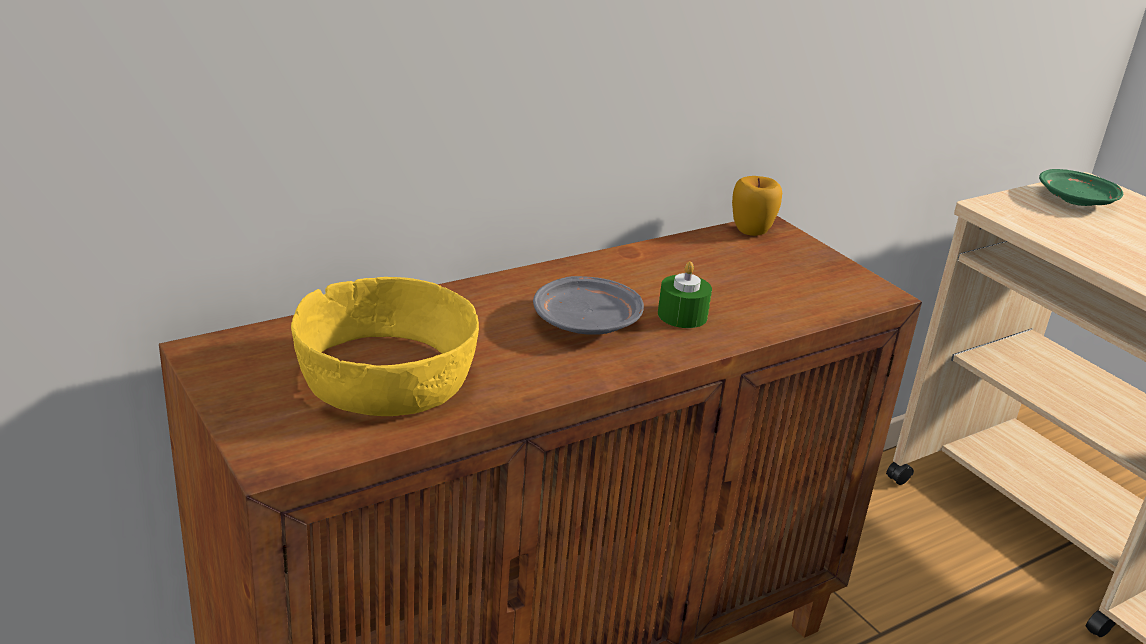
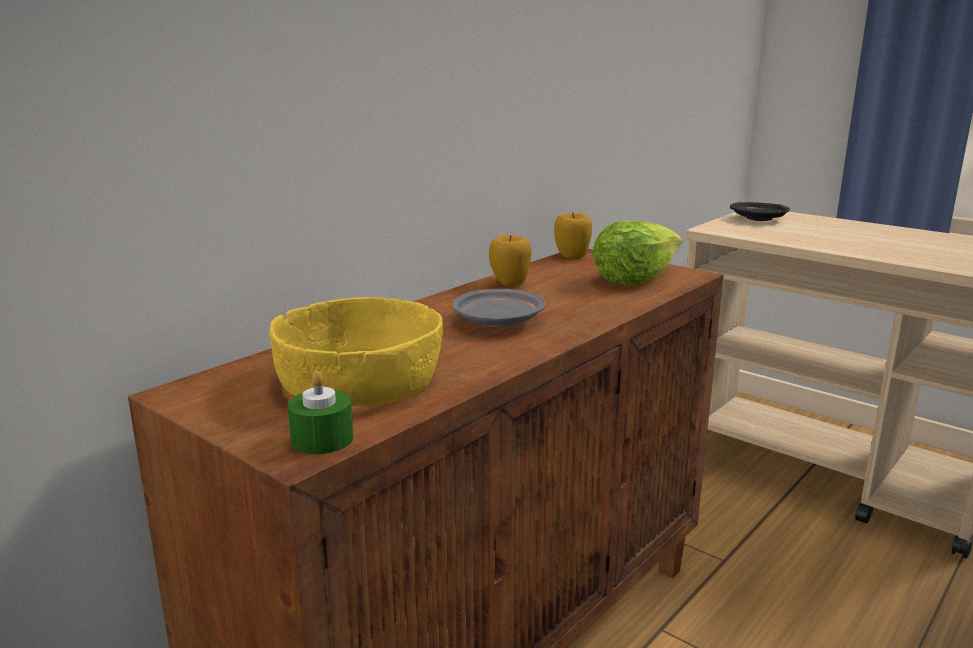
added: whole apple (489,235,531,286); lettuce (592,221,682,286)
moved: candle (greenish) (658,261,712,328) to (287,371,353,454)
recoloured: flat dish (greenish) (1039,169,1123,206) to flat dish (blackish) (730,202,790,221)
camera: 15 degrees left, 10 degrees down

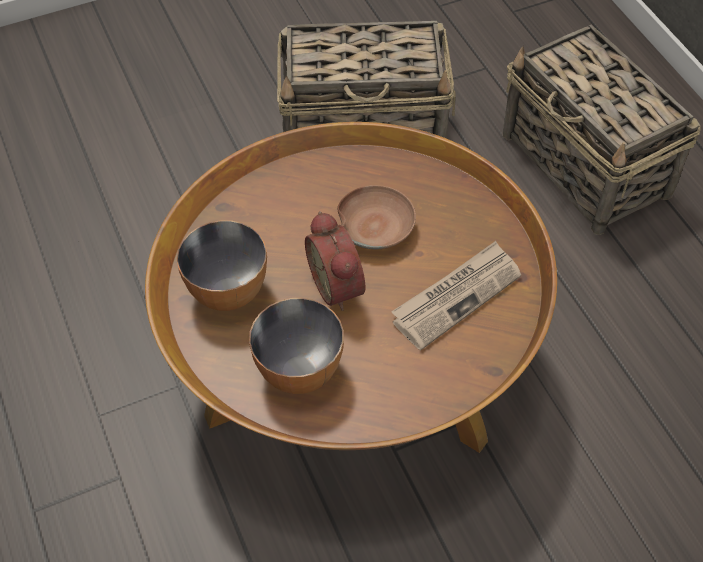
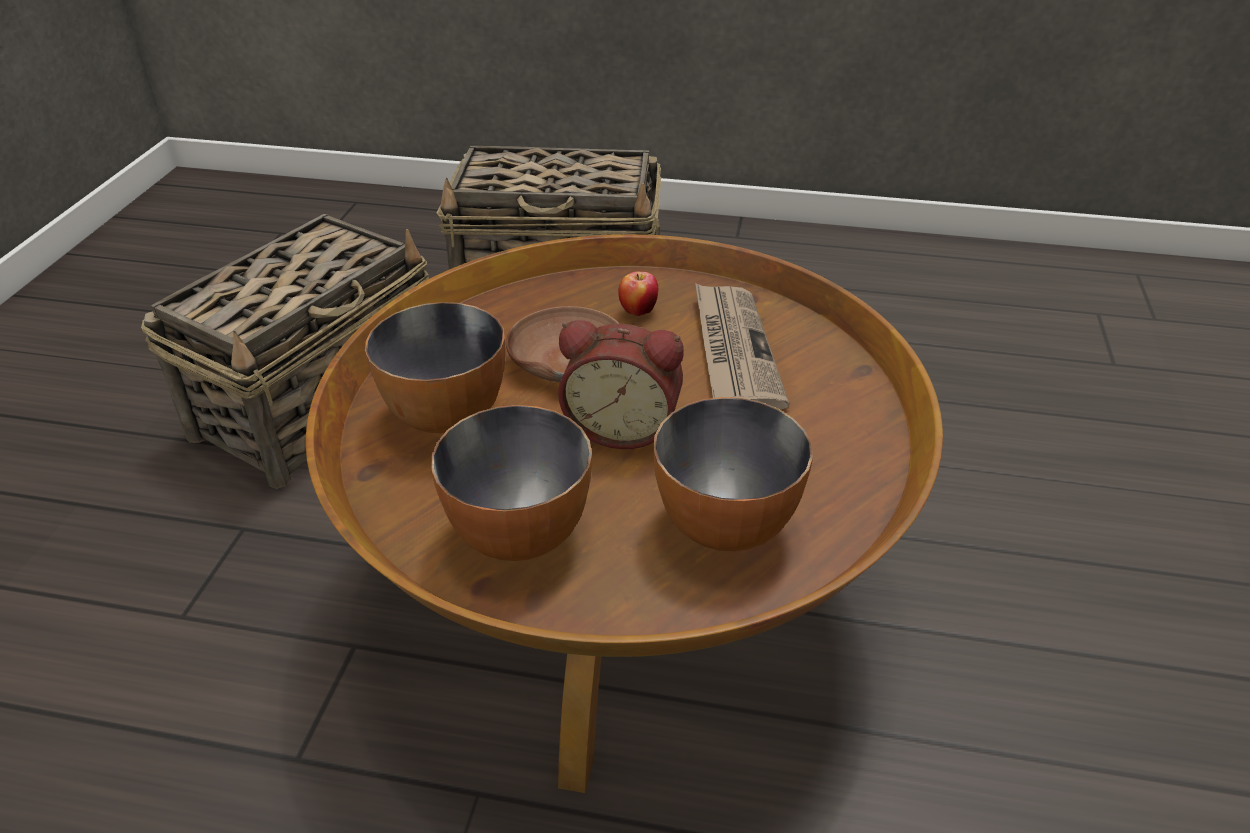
added: serving bowl (365,302,505,433); whole apple (618,271,658,316)
camera: 55 degrees left, 15 degrees down

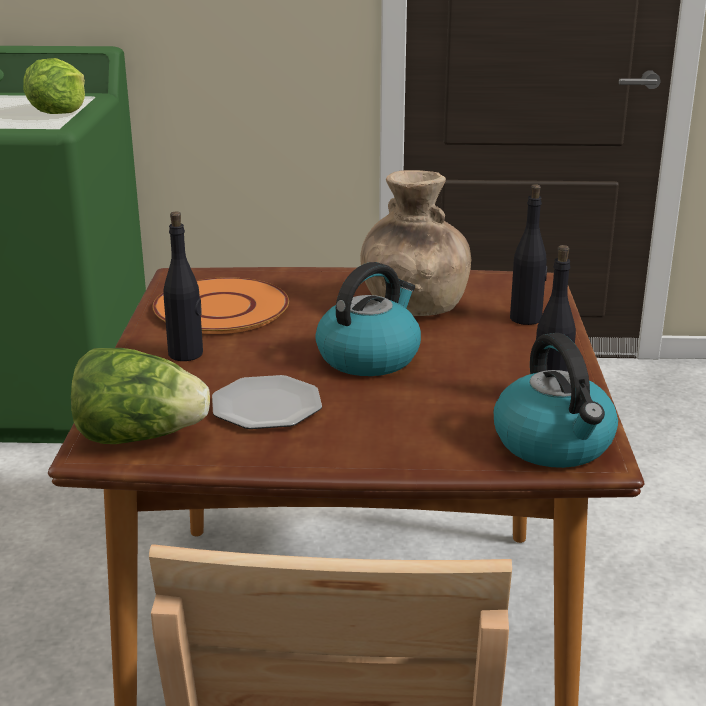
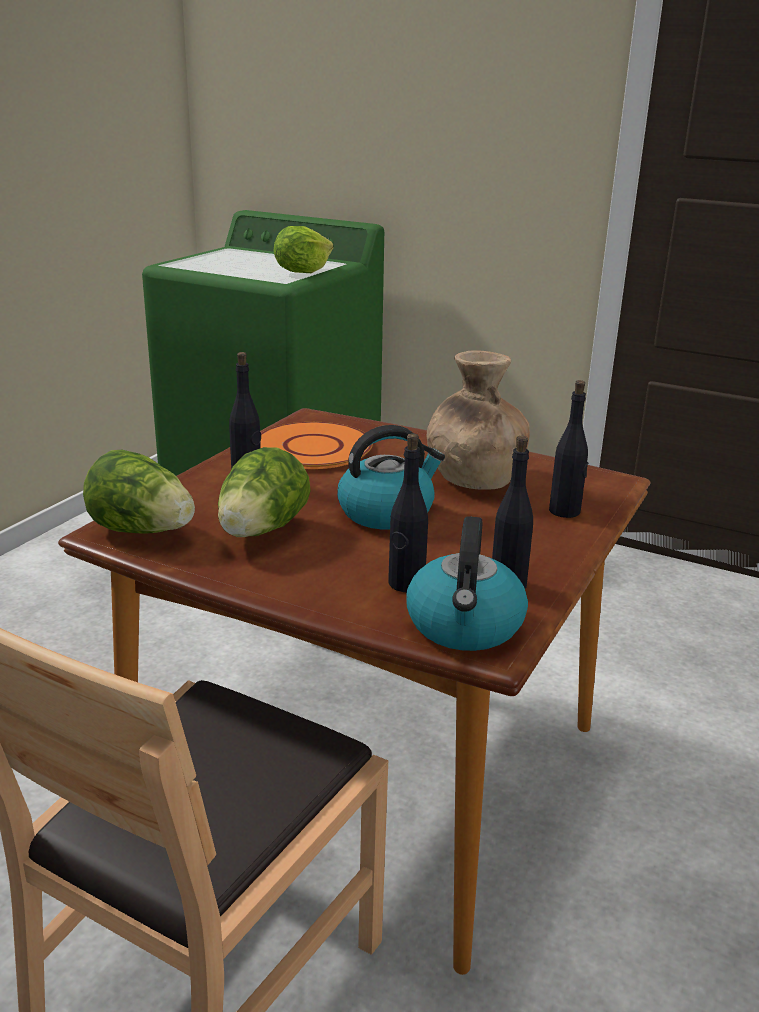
added: beverage bottle (blackish) (388,433,428,592)
replaced: flat dish (212,375,322,429) to lettuce (218,447,311,537)
camera: 25 degrees right, 0 degrees up

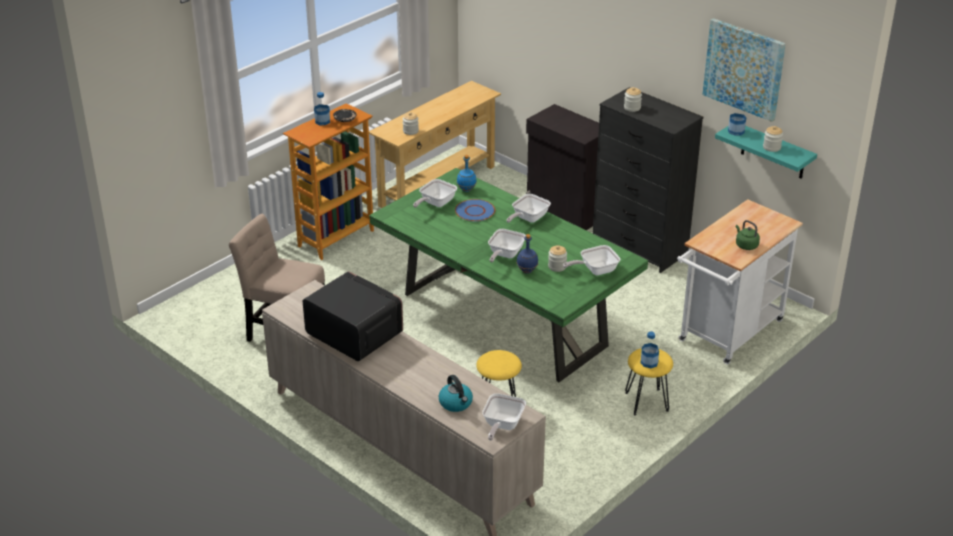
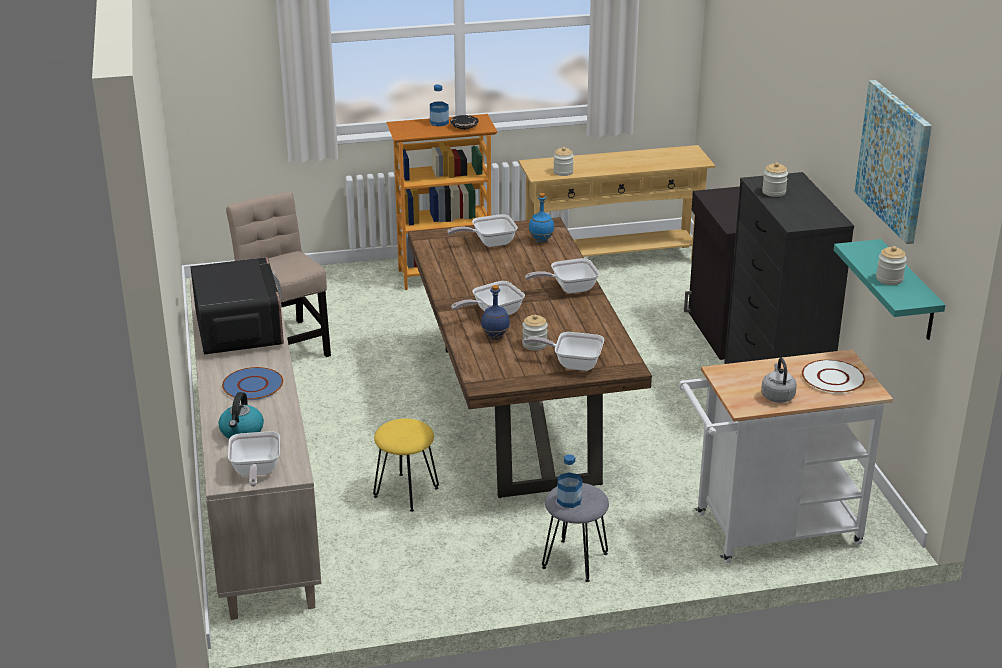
removed: beverage bottle (728,100,746,136)
added: flat dish (white-coloured) (802,359,865,393)
moved: flat dish (bluish) (455,199,495,222) to (222,367,283,400)
recoloured: kitchen table (greenish) (369,168,648,382) to kitchen table (brownish) (408,217,652,498); sitting stool (yellow-coloured) (625,348,673,415) to sitting stool (gray) (542,483,609,582); kettle (greenish) (736,220,760,250) to kettle (gray) (761,358,797,403)
turned: frying pan (482,393,526,441) = (228,431,280,487) 60 degrees counterclockwise
camera: 35 degrees right, 5 degrees down

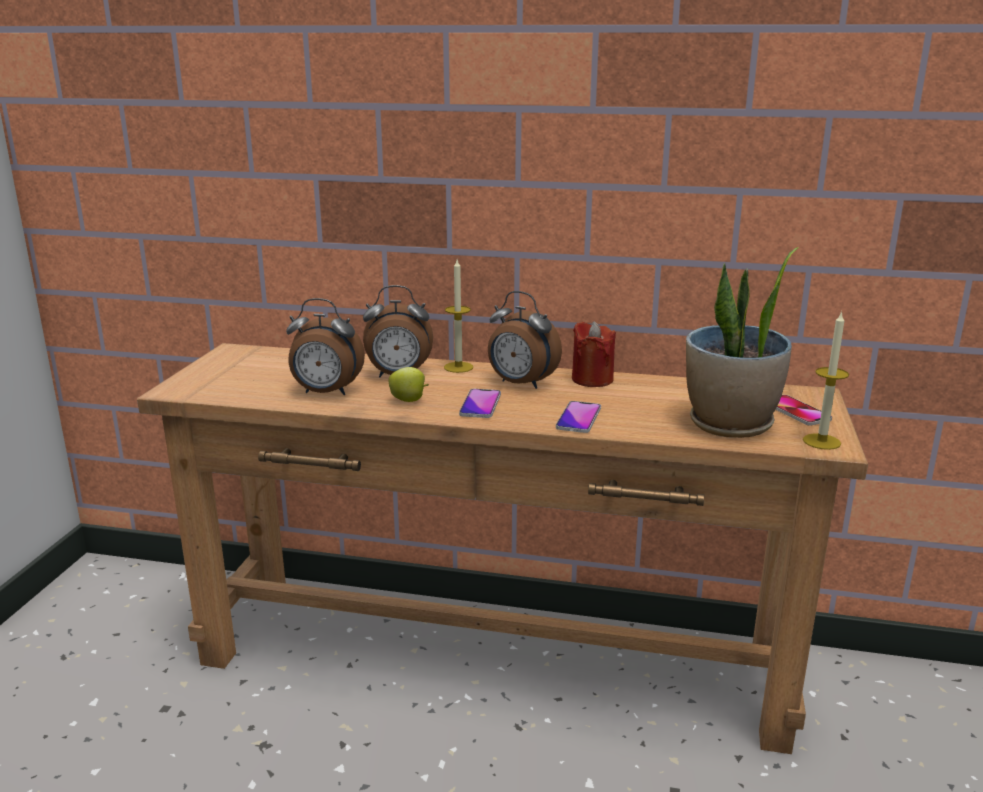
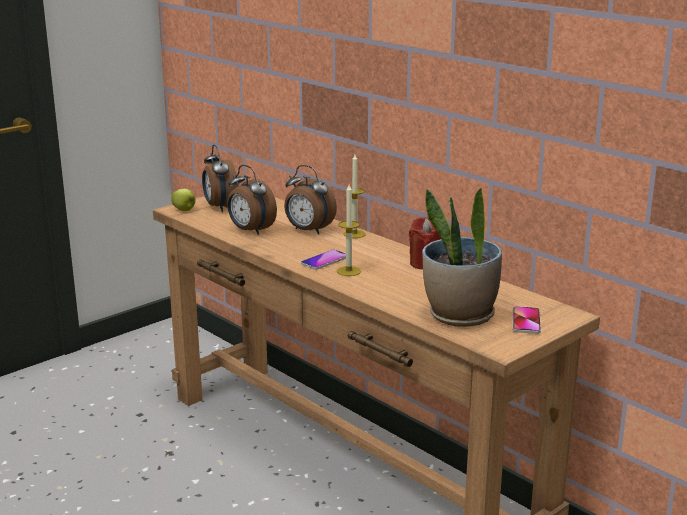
removed: phone (556,401,601,433)
moved: whole apple (388,367,429,402) to (171,189,195,211); bedside clock (488,291,562,389) to (202,145,237,212); candle (803,311,849,450) to (337,184,361,276)
camera: 35 degrees right, 0 degrees up

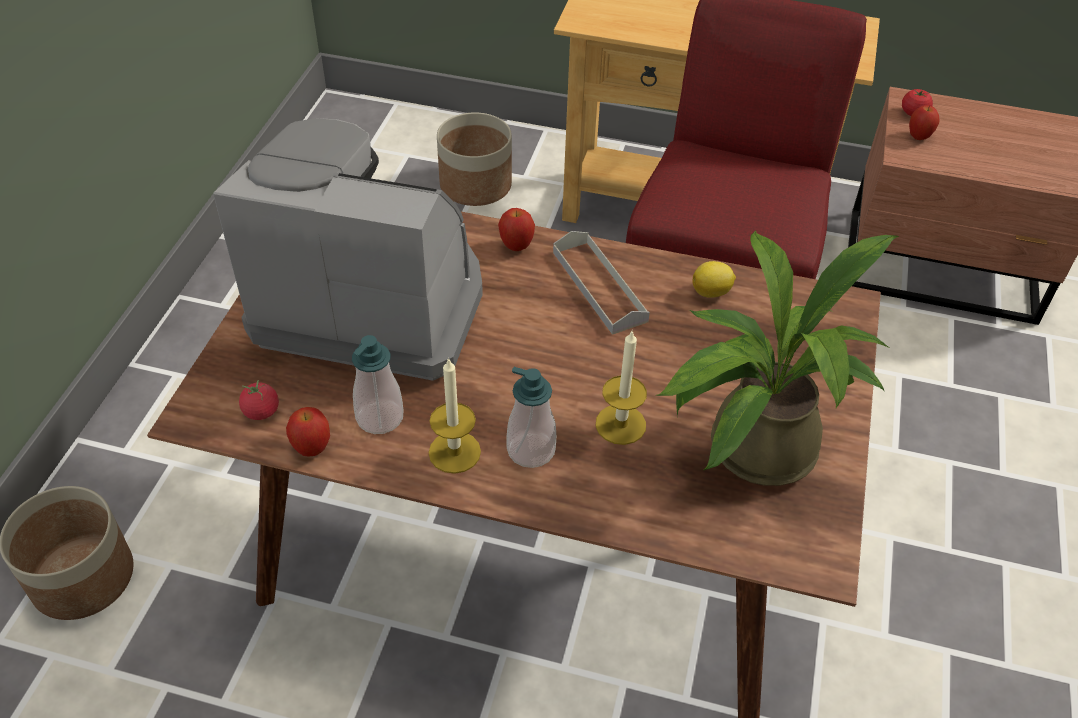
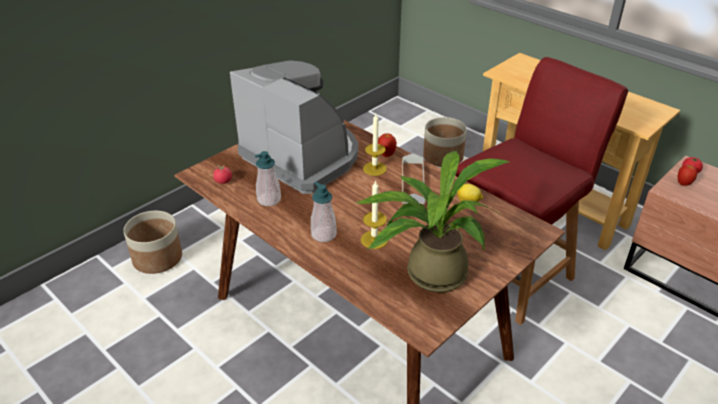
removed: whole apple (286,407,330,457)
moved: candle (429,357,481,474) to (363,114,387,176)
camera: 30 degrees right, 10 degrees down

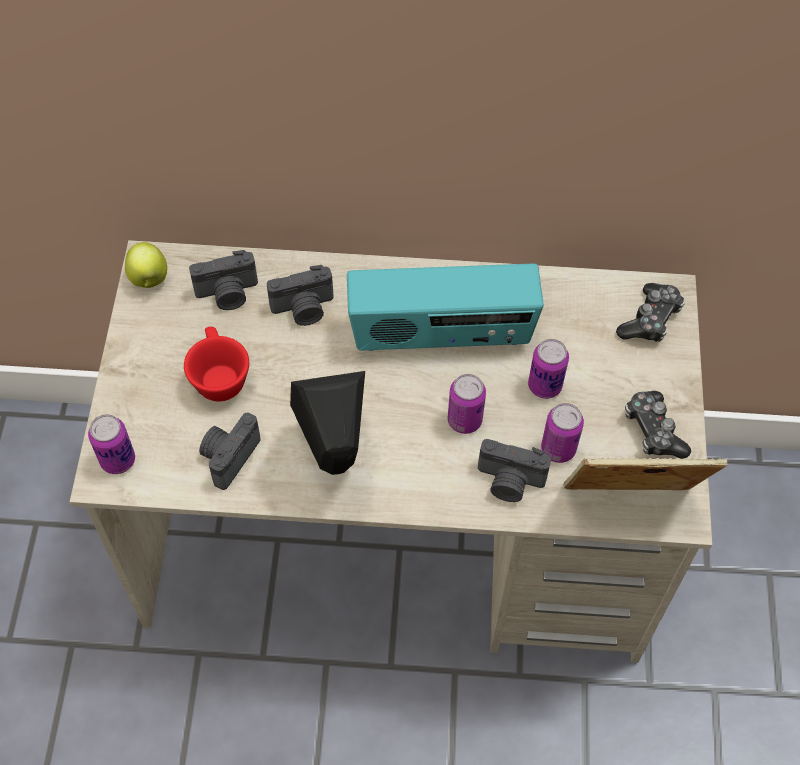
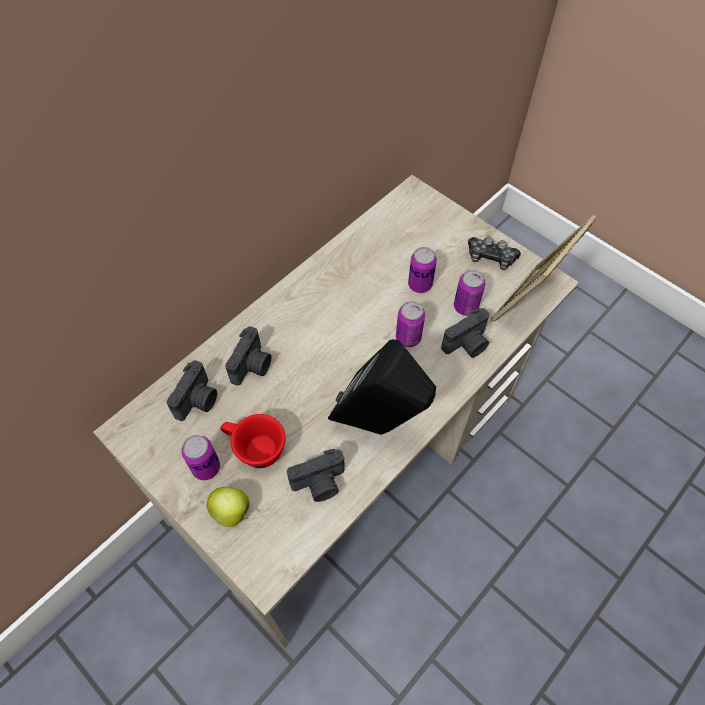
removed: radio receiver (347,263,544,351); joypad (616,283,685,342)
moved: can (88,414,135,474) to (181,435,220,480); whole apple (125,242,167,288) to (206,487,249,527)
turned: still camera (199,412,261,490) = (287,449,345,502) 90 degrees counterclockwise
camera: 50 degrees left, 0 degrees up

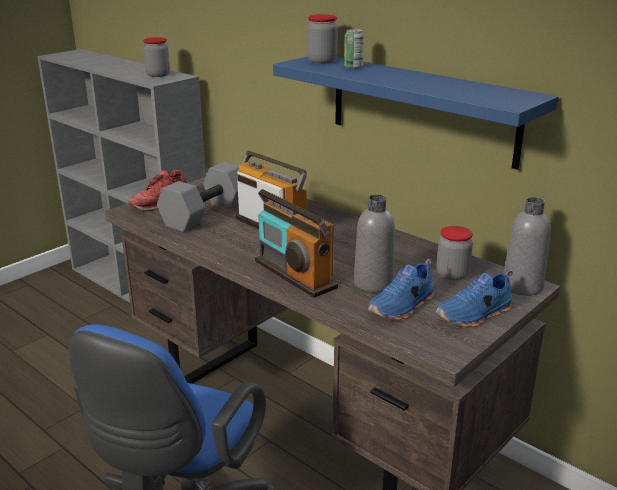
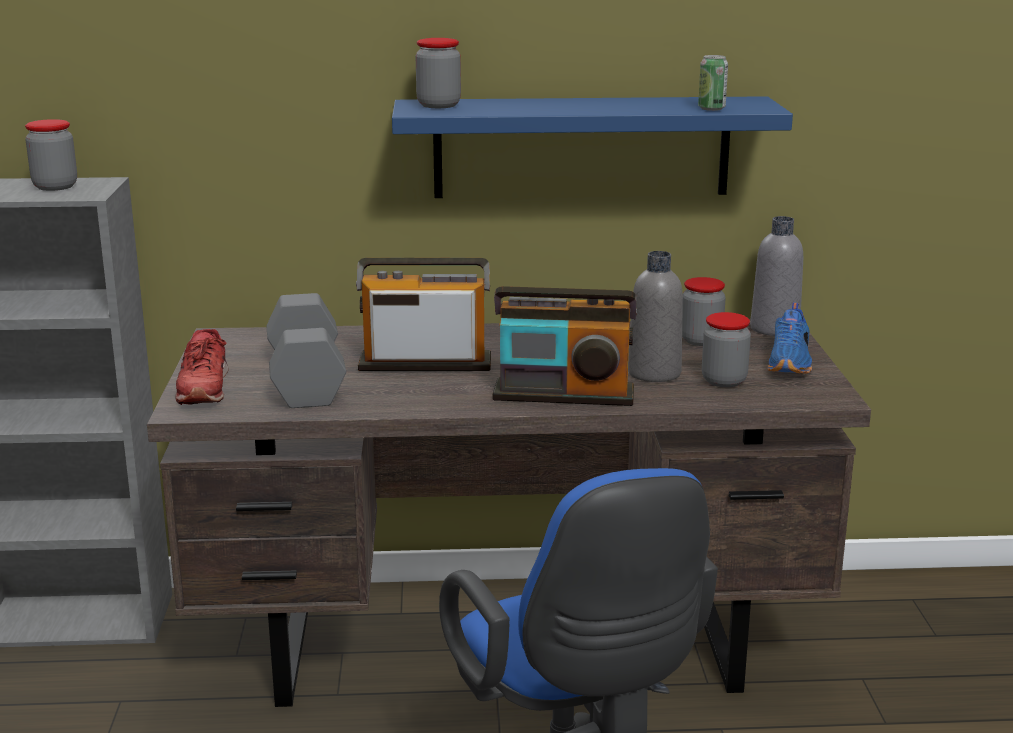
moved: can (344,29,364,69) to (698,55,728,111)
replaced: low shoe (bluish) (368,259,434,320) to storage jar (702,312,751,387)
camera: 45 degrees left, 5 degrees down

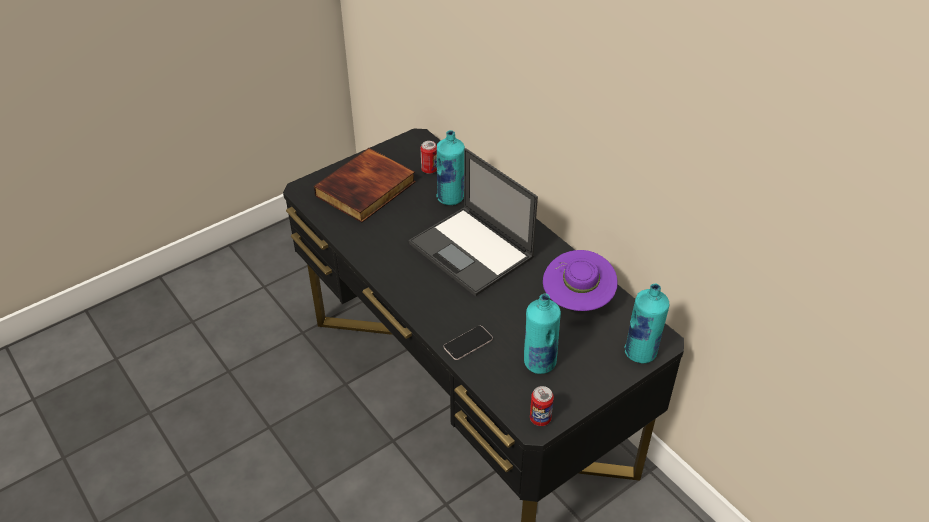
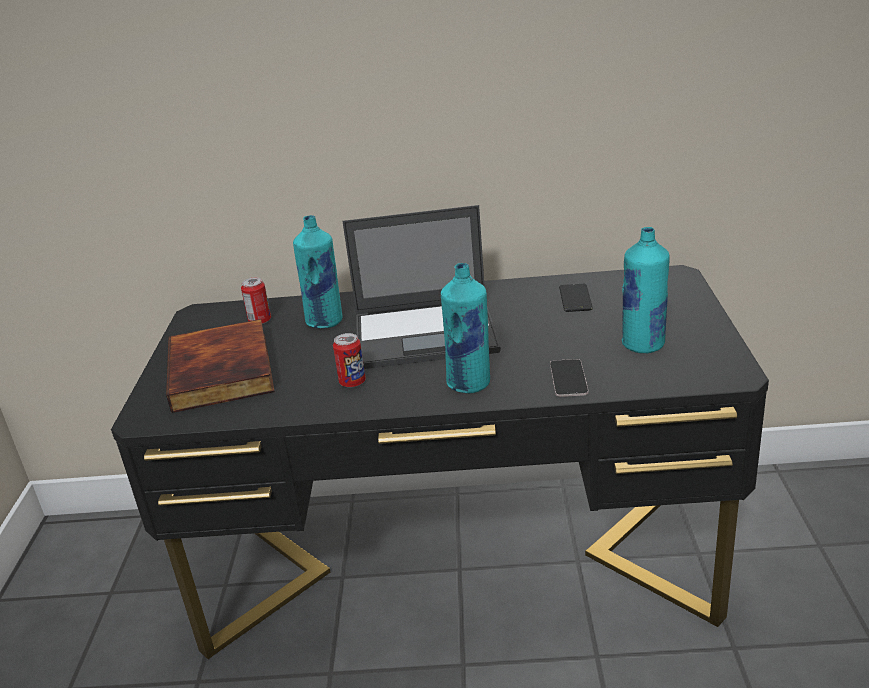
moved: can (530,386,554,426) to (333,333,366,388); beverage bottle (turquoise) (624,284,669,363) to (441,263,490,393)
replaced: wearable hat (purplish) (543,250,618,311) to phone (559,284,593,312)
camera: 50 degrees left, 15 degrees down

